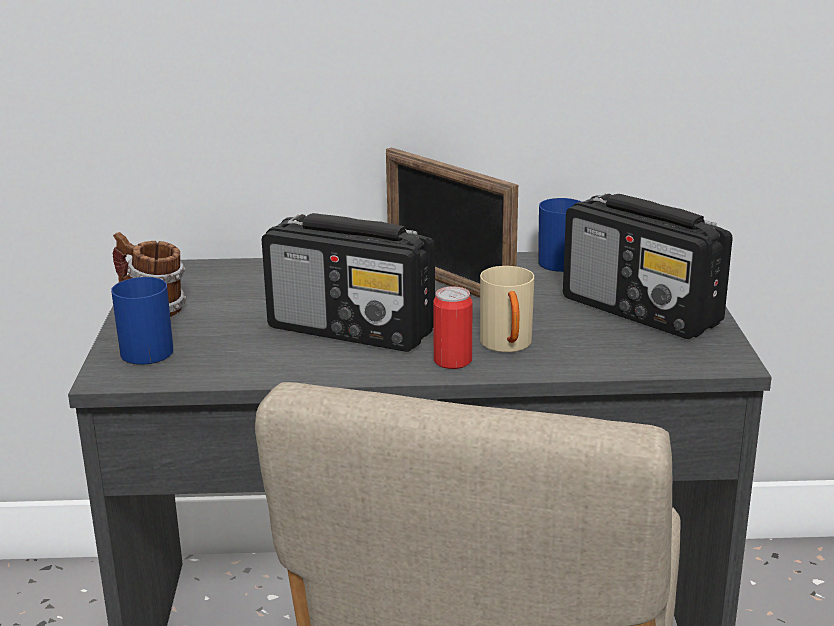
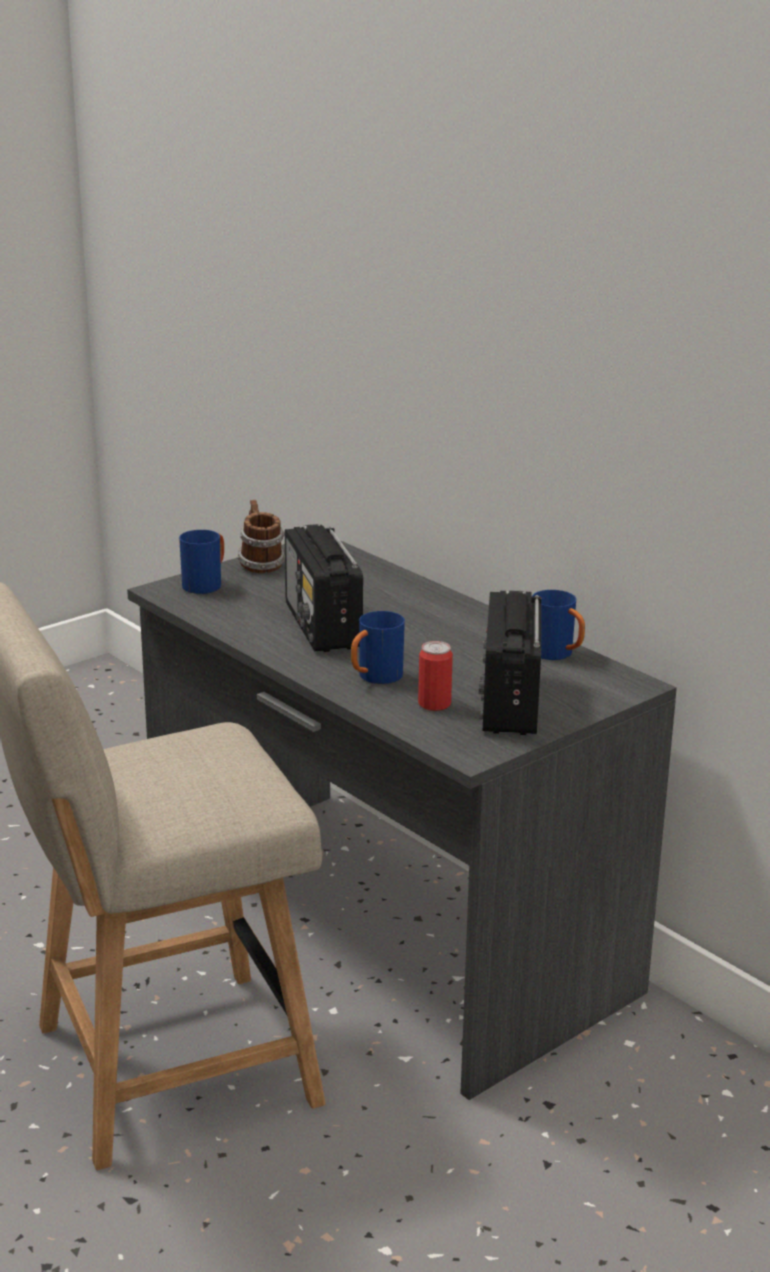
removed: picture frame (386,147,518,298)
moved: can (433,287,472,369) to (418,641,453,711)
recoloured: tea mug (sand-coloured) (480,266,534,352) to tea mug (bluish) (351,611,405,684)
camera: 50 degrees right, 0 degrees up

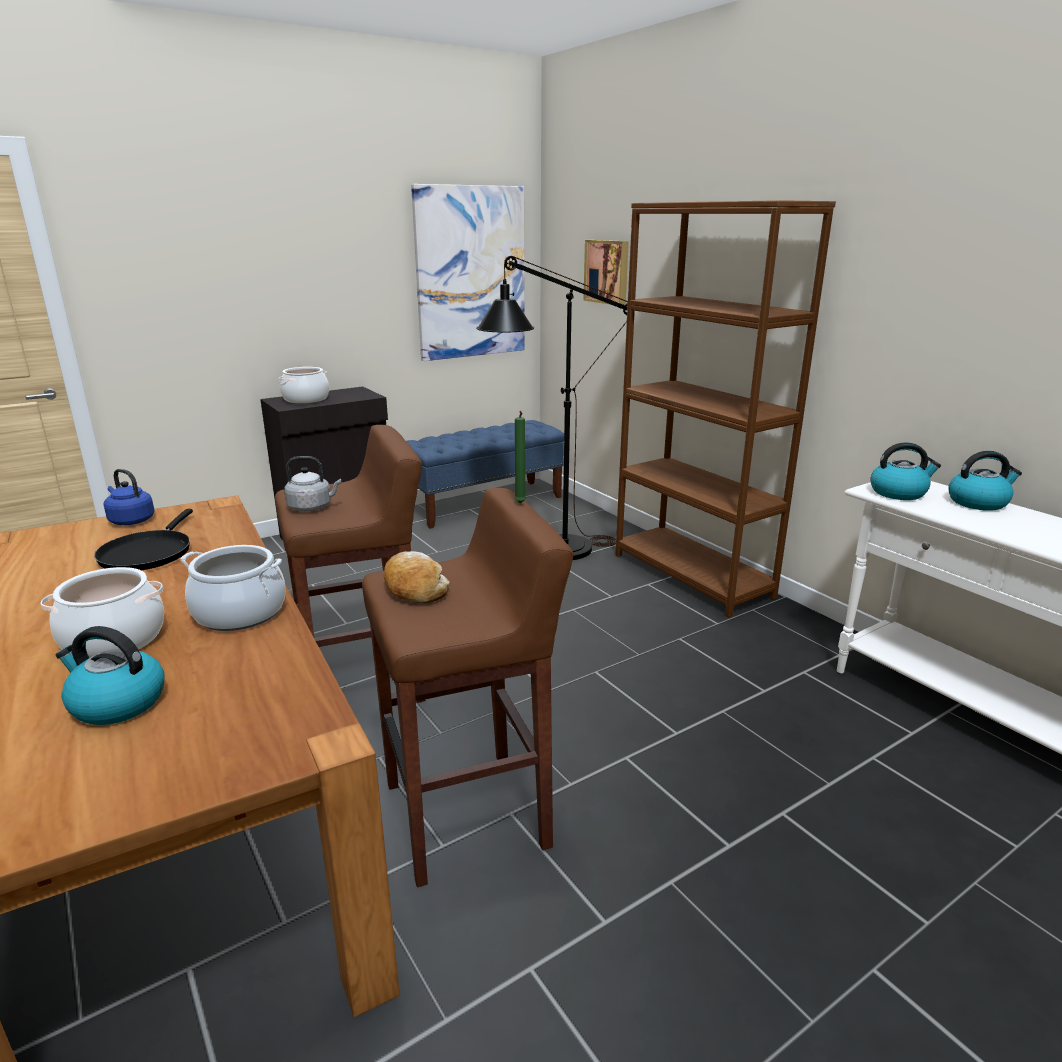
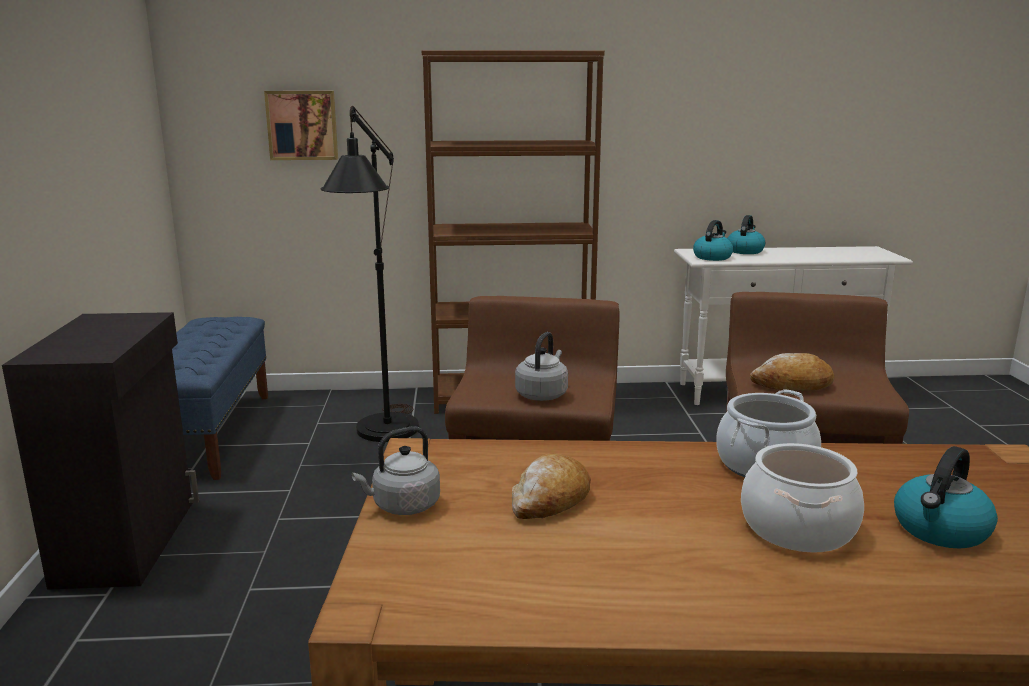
removed: cooking pot (279,367,329,404); wall art (411,184,525,361); candle (greenish) (514,411,526,503)
replaced: frying pan (blackish) (94,509,193,570) to bread (512,453,591,519)
recoloured: kettle (bluish) (104,469,155,525) to kettle (gray) (352,426,440,515)
camera: 60 degrees left, 5 degrees down

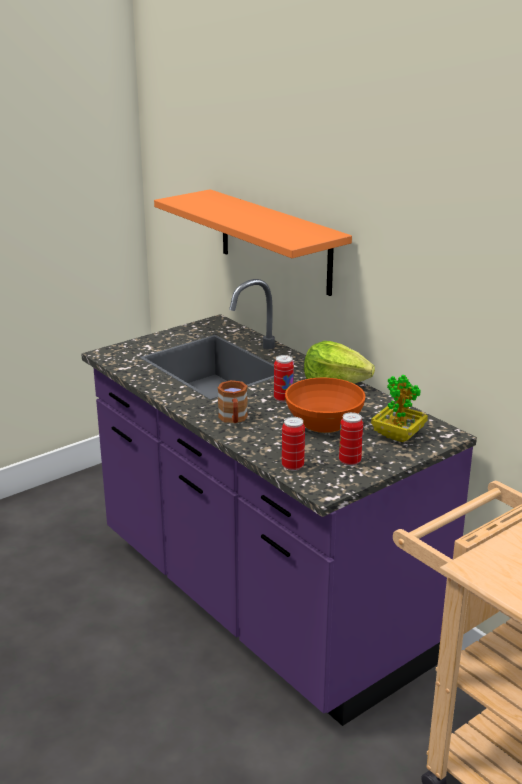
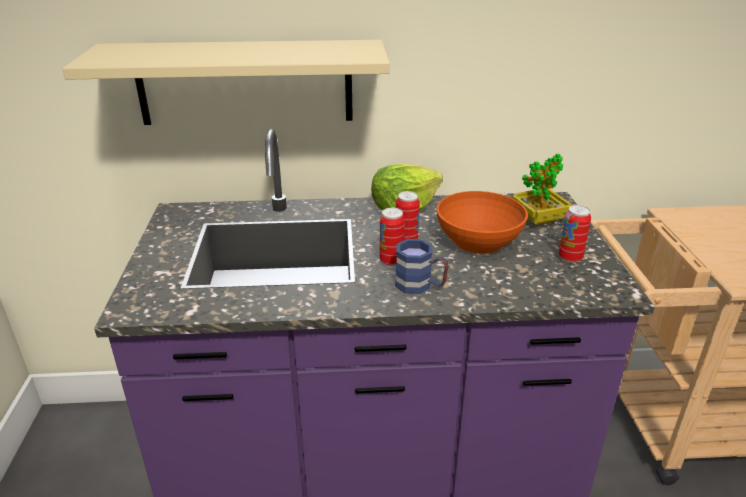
moved: can (282,417,305,471) to (380,208,405,266)
recoloured: bracket shelf (orange) (154,189,352,296) to bracket shelf (sand-coloured) (63,40,390,125); tea mug (brownish) (218,380,248,423) to tea mug (bluish) (395,239,449,294)
camera: 55 degrees left, 5 degrees up

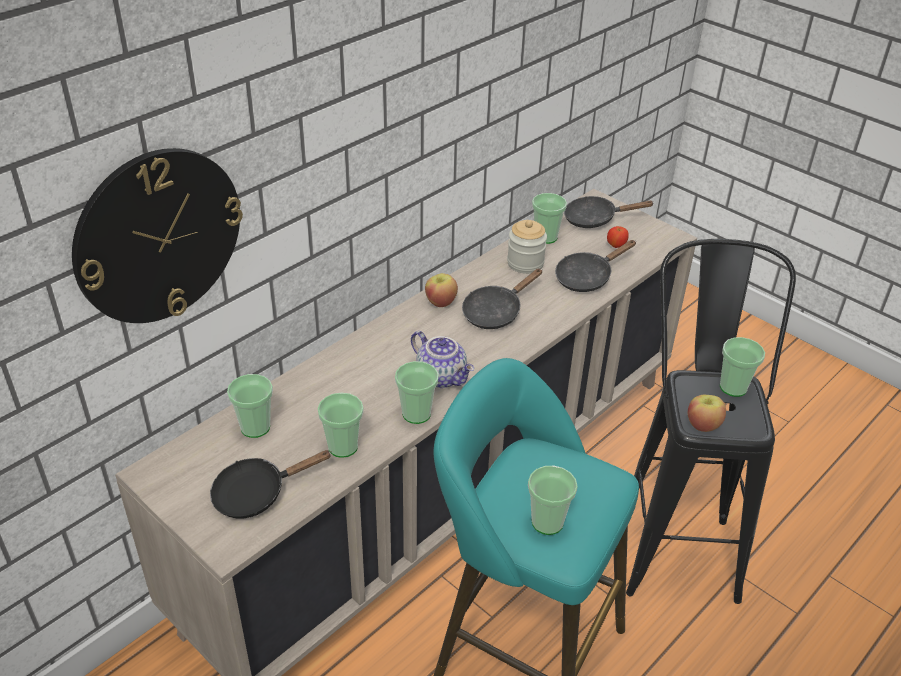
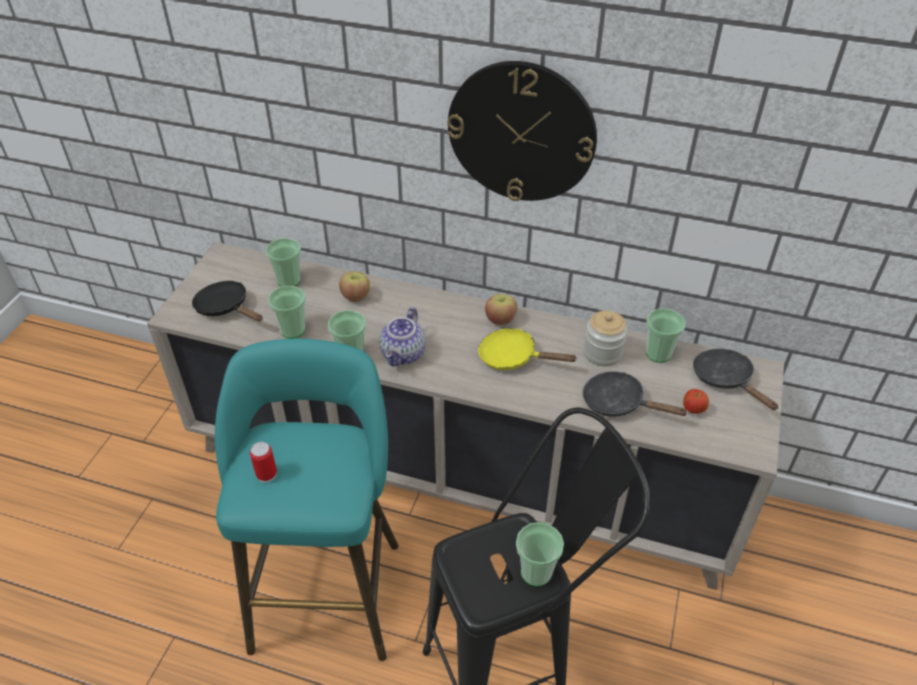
moved: wall clock (72,148,243,323) to (447,61,597,201); whole apple (688,395,726,432) to (339,271,370,302)
replaced: cup (528,466,578,535) to can (250,442,277,483)
recoloured: frying pan (blackish) (462,268,543,329) to frying pan (yellow-coloured) (478,328,577,370)
camera: 65 degrees right, 5 degrees up

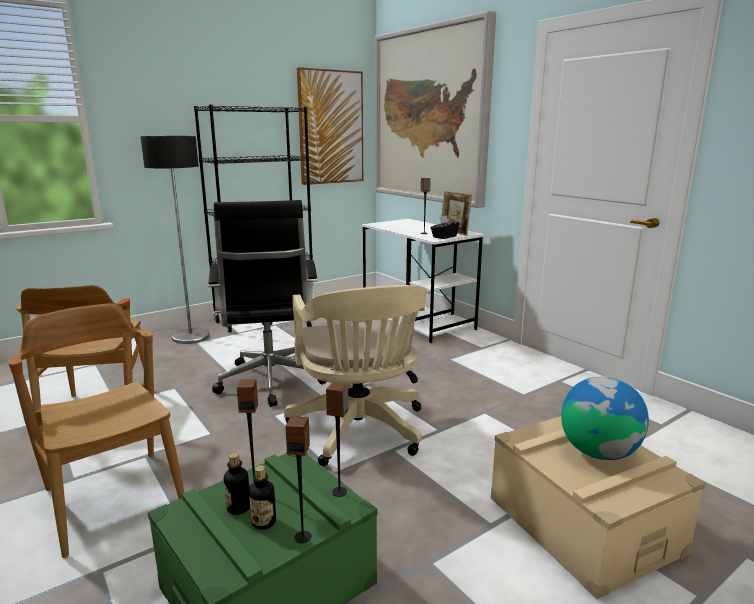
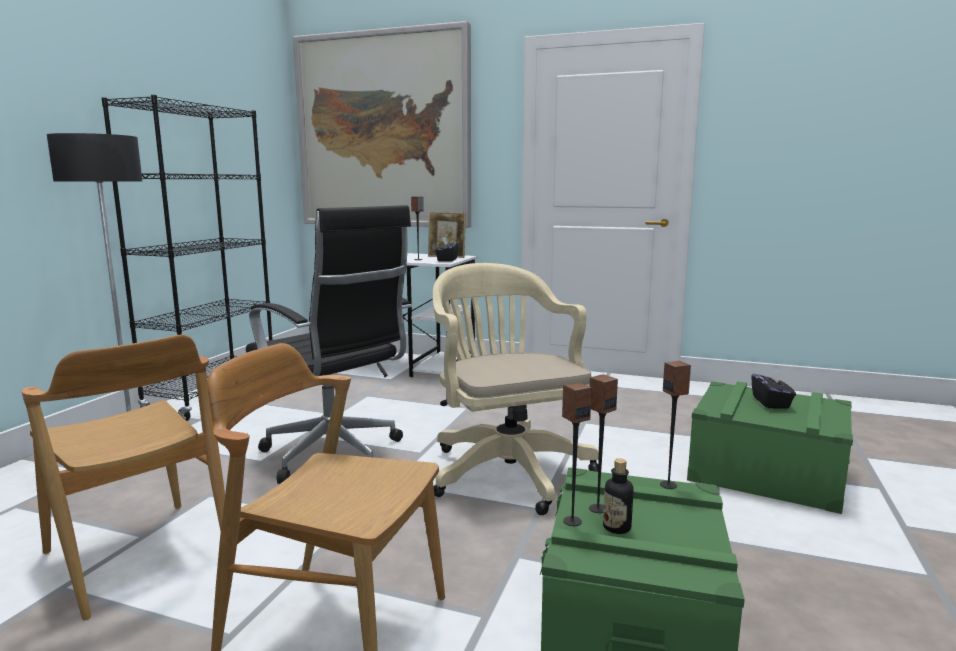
removed: beverage bottle (249,465,276,530); wall art (297,67,363,185)
moved: loudspeaker (285,416,311,543) to (562,382,592,526)
replaced: desk globe (561,377,649,460) to tissue holder (blackish) (751,367,796,409)
recoloured: storage box (sand-coloured) (491,416,706,599) to storage box (greenish) (687,381,853,514)
turned: computer chair (sand-coloured) (284,285,427,466) = (433,263,599,515) 150 degrees counterclockwise
camera: 35 degrees left, 5 degrees down

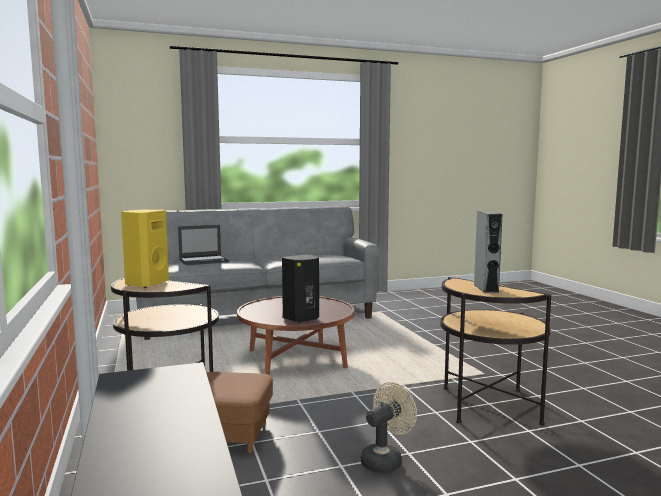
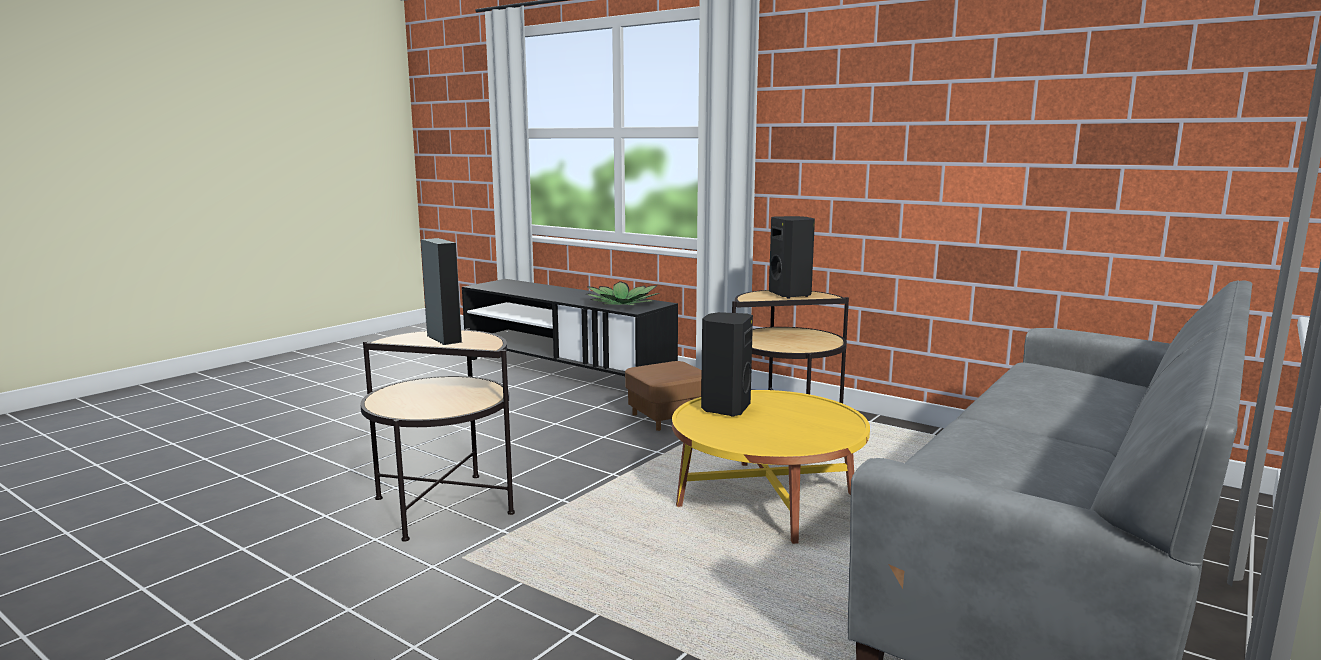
removed: notebook computer (178,225,229,265); cooling fan (sand-coloured) (361,382,417,473)
added: plant in a pot (586,281,660,305)
recoloured: loudspeaker (yellow-coloured) (121,210,169,288) to loudspeaker (blackish) (769,216,815,299); coffee table (brownish) (237,296,355,375) to coffee table (yellow-coloured) (672,390,870,544)
camera: 145 degrees right, 5 degrees up

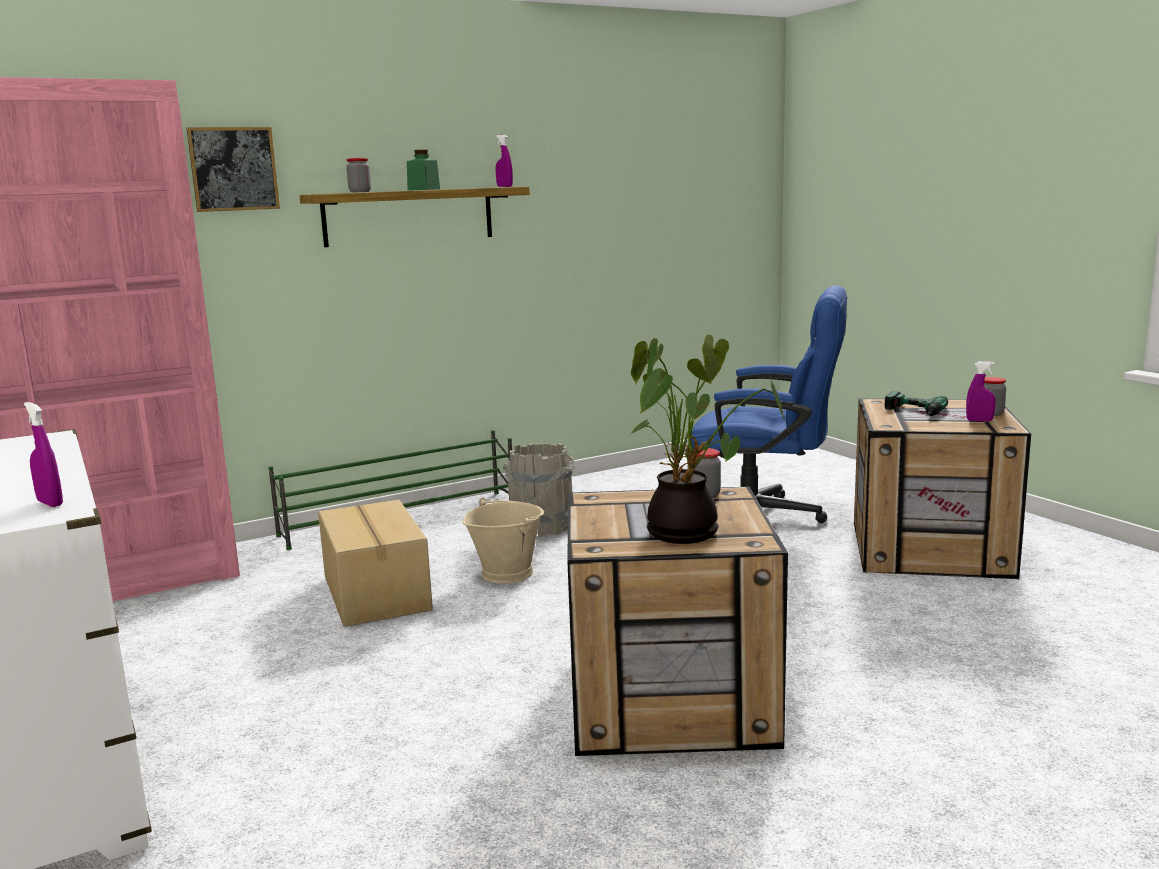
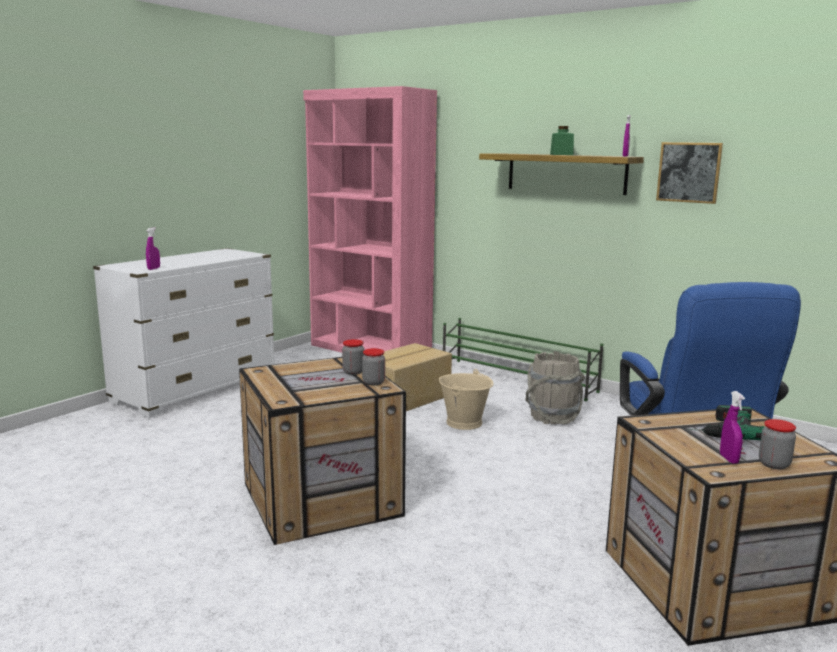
removed: plant in a pot (629,335,785,544)
moved: wall art (186,127,280,212) to (656,142,723,204); storage jar (346,158,371,193) to (342,339,365,375)
camera: 65 degrees right, 0 degrees up

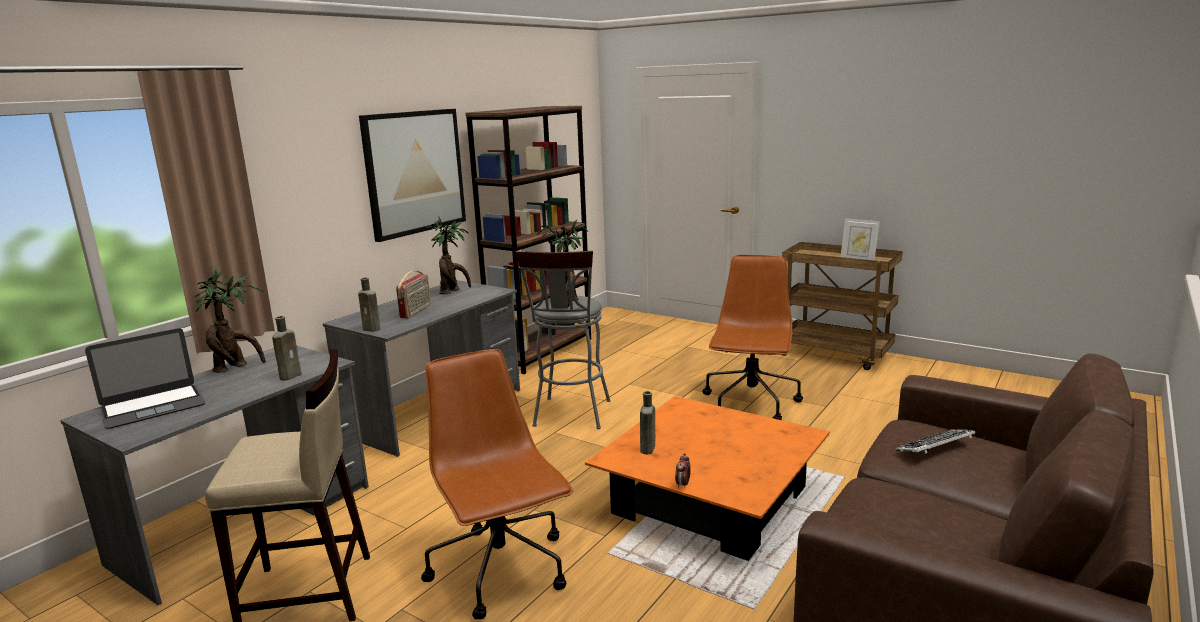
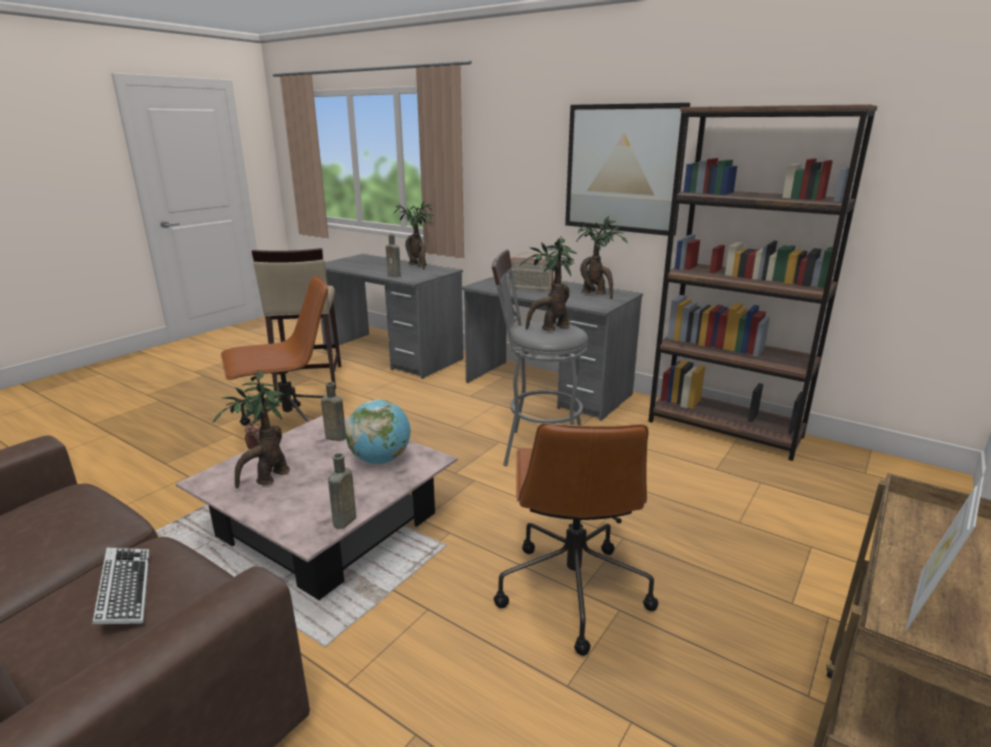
removed: notebook computer (85,328,205,429)
added: plant in a pot (213,370,290,489); desk globe (345,400,410,464)
moved: beverage bottle (brownish) (358,277,380,332) to (328,453,356,529)
recoloured: coffee table (orange) (585,396,830,561) to coffee table (pinkish) (175,415,458,600)
turned: computer chair (brownish) (702,255,803,420) = (494,423,658,656) 75 degrees clockwise
camera: 90 degrees right, 5 degrees up

